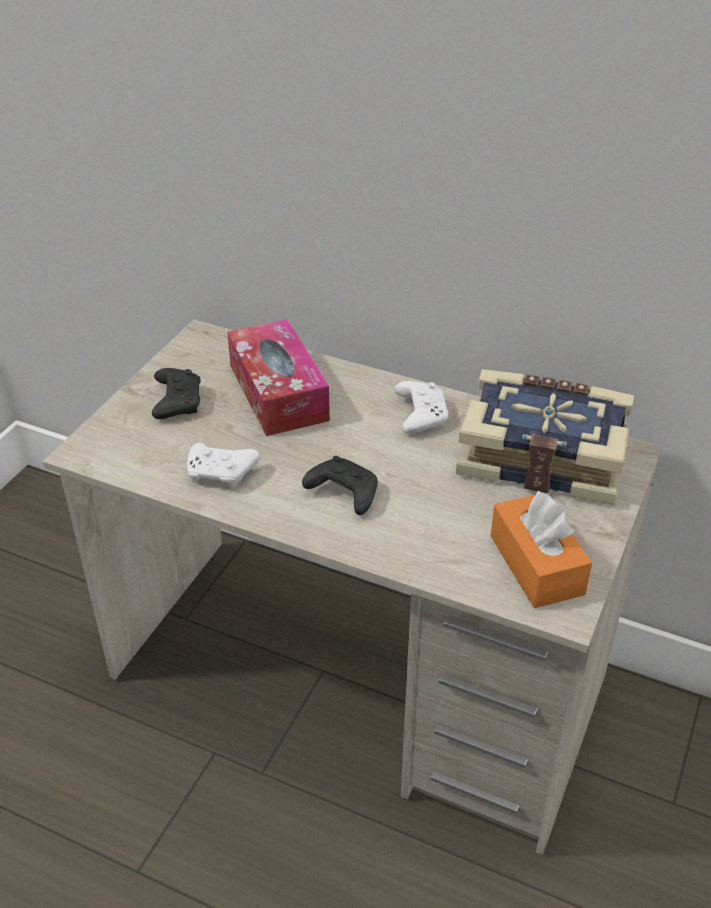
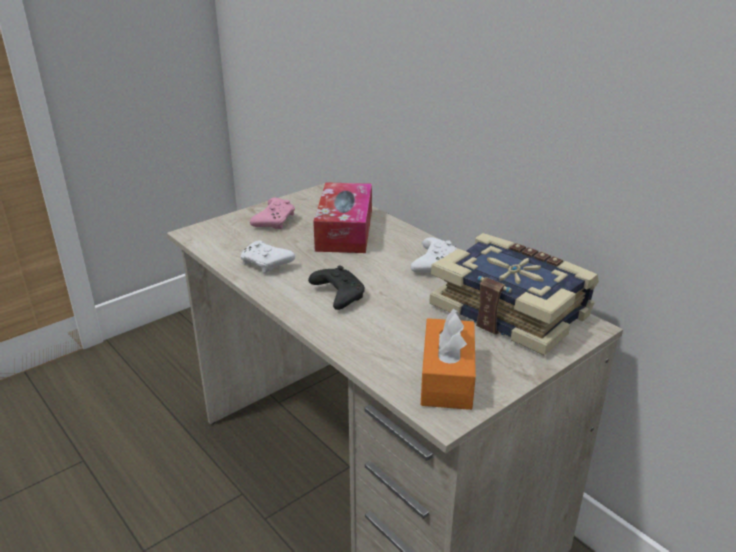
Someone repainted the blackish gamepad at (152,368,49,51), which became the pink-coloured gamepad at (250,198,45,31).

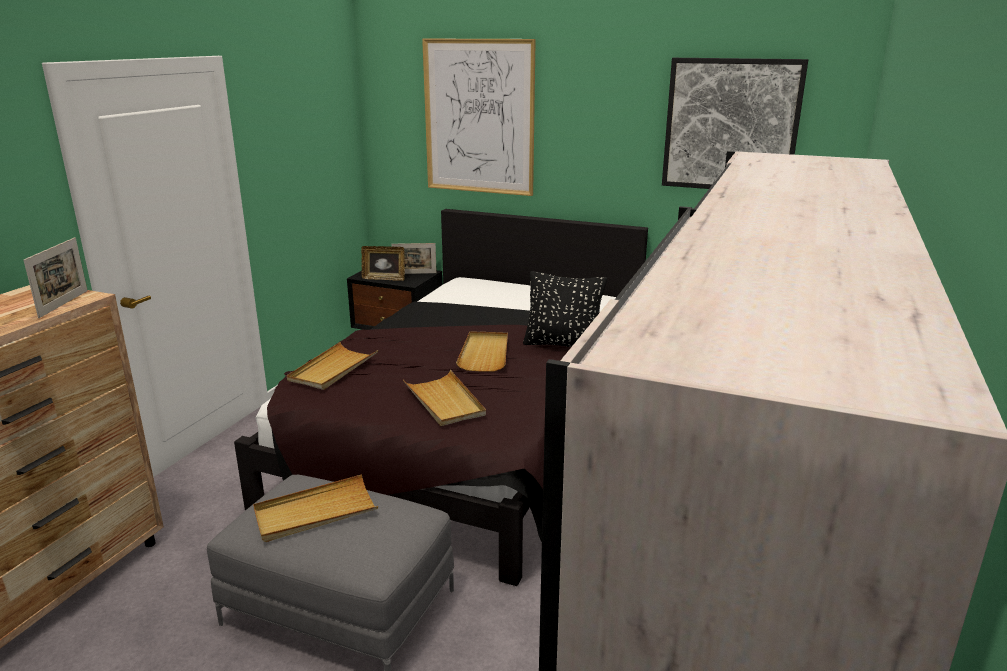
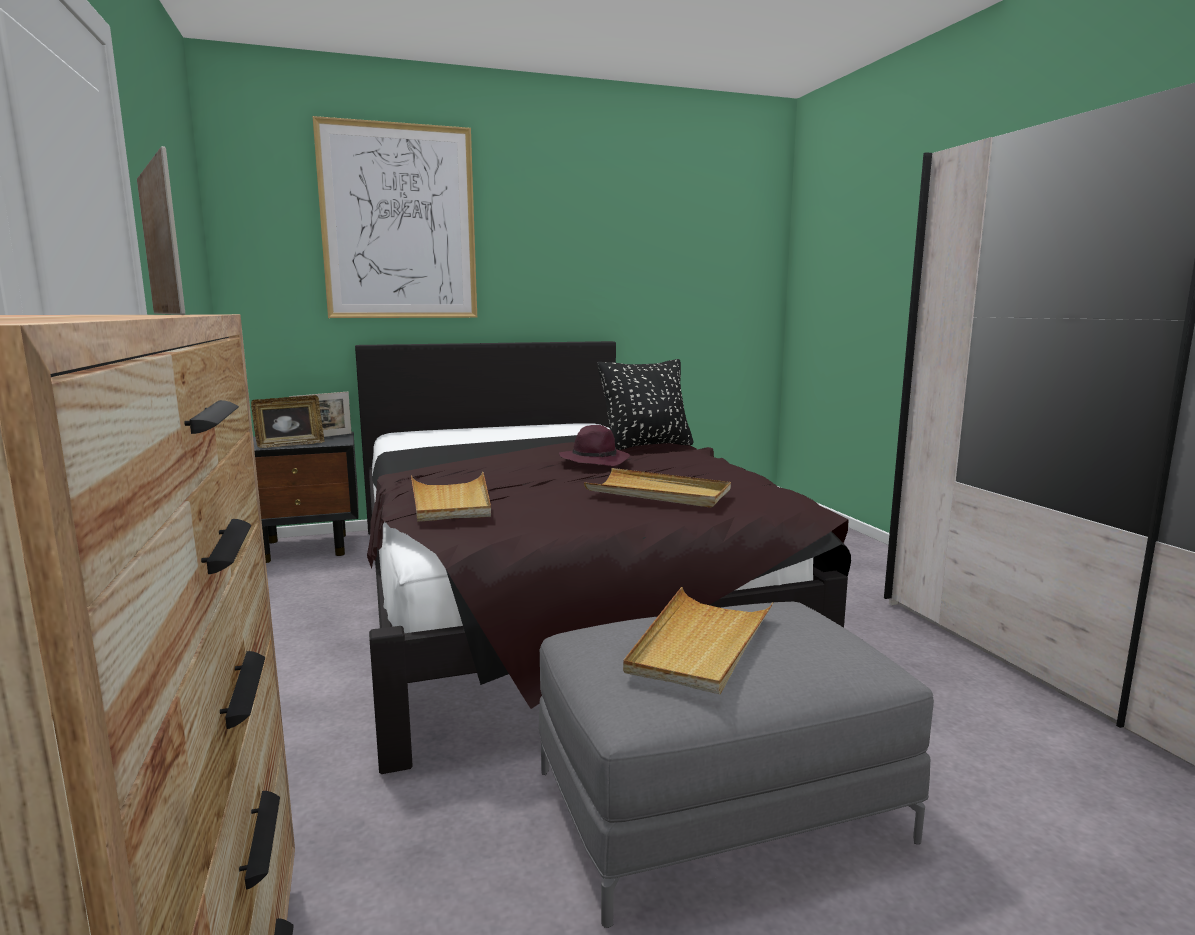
Someone swapped the beige-coloured serving tray at (456,332,52,40) for the purplish wearable hat at (559,425,71,42).
Someone took away the picture at (662,58,146,131).

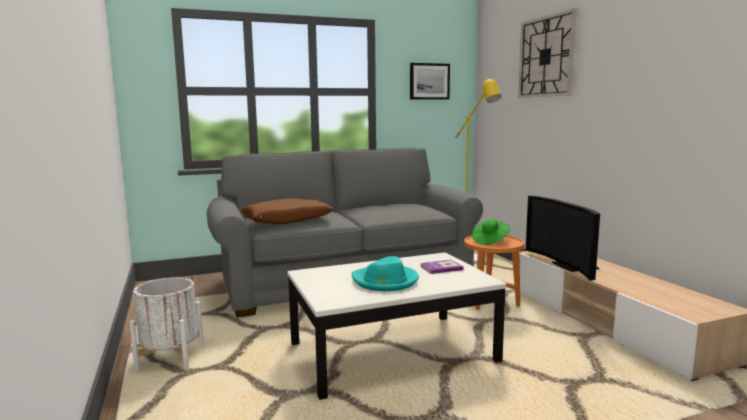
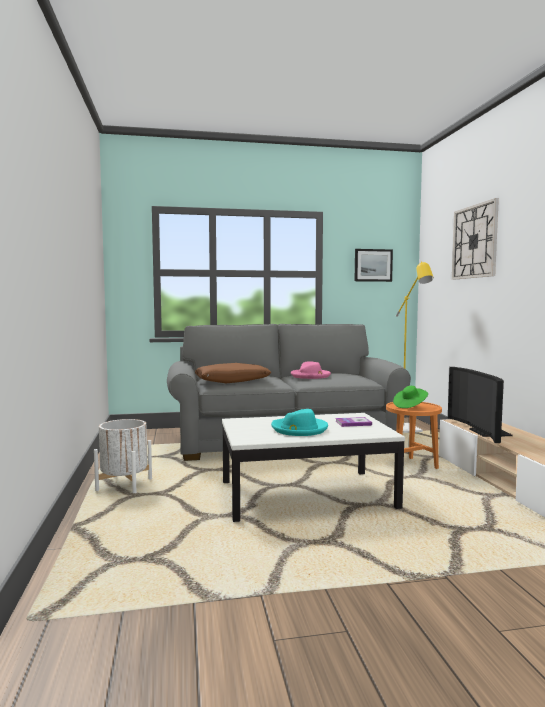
Someone put down the pink-coloured wearable hat at (291,361,40,18).

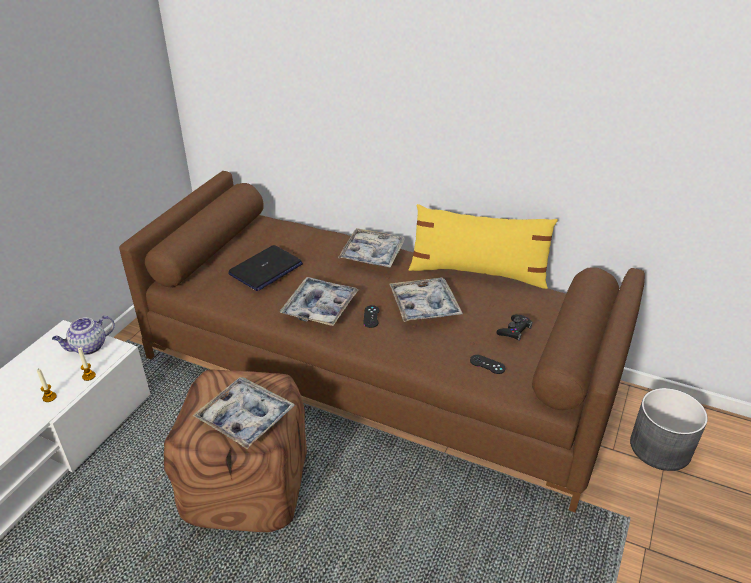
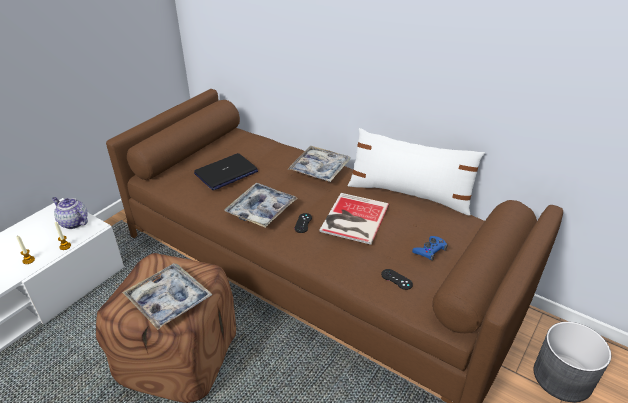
Someone rotated the pot for tea at (52,316,63,39) by 60 degrees clockwise.
Someone swapped the serving tray at (389,278,74,44) for the volume at (319,193,70,52).
Someone repainted the yellow-coloured pillow at (409,204,149,85), which became the white pillow at (348,128,137,88).
Someone repainted the blackish gamepad at (496,315,37,26), which became the bluish gamepad at (412,236,36,25).

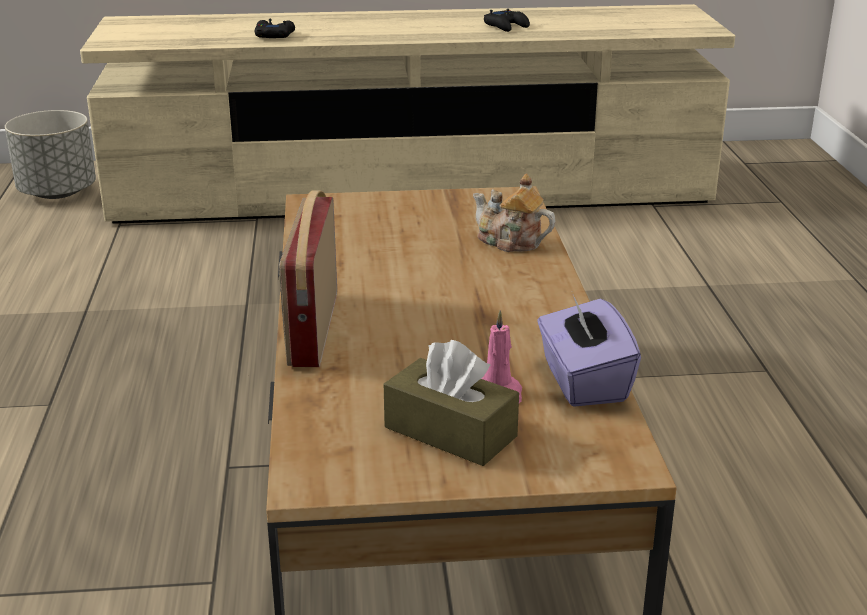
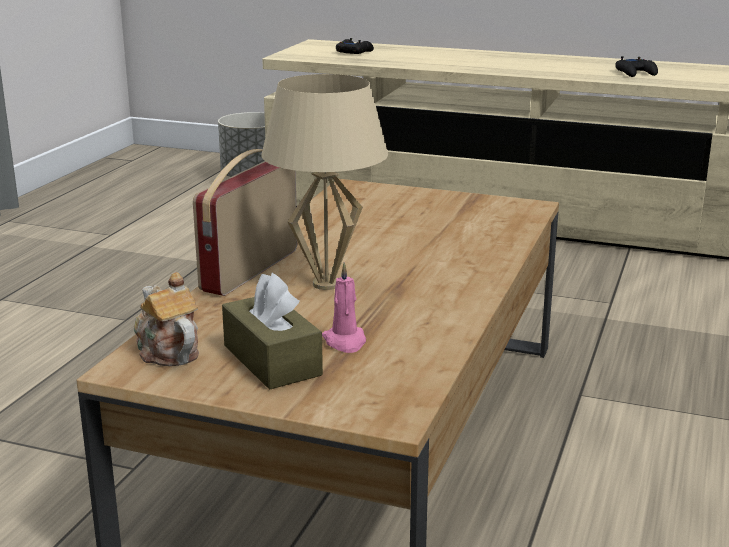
Someone carried the pot for tea from (473,174,83,78) to (134,272,65,94).
Someone put down the beige-coloured tabletop lamp at (261,74,127,216).
Someone carried the blackish gamepad from (255,19,40,19) to (336,38,38,16).
Someone took away the purplish tissue holder at (537,295,104,112).

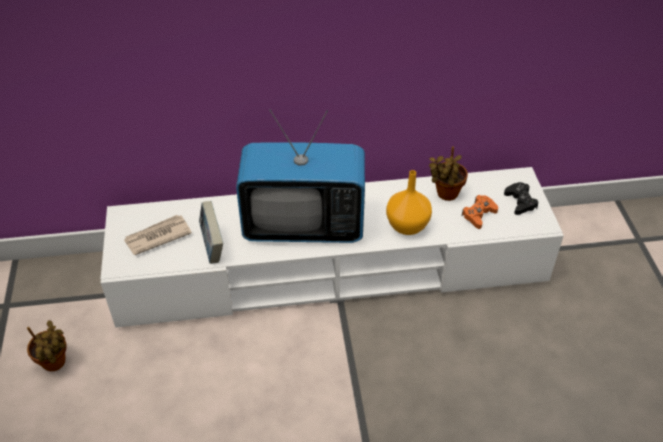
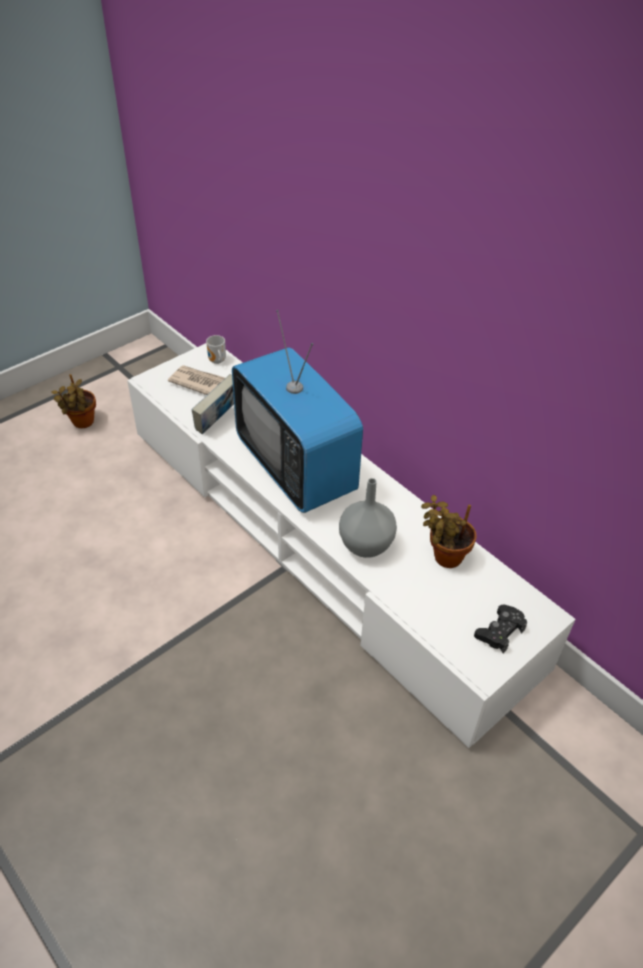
Someone put down the tea mug at (206,335,20,29).
Someone repainted the orange-coloured vase at (386,170,46,65), which became the grey vase at (339,478,58,80).
Someone took away the orange-coloured gamepad at (462,195,36,34).

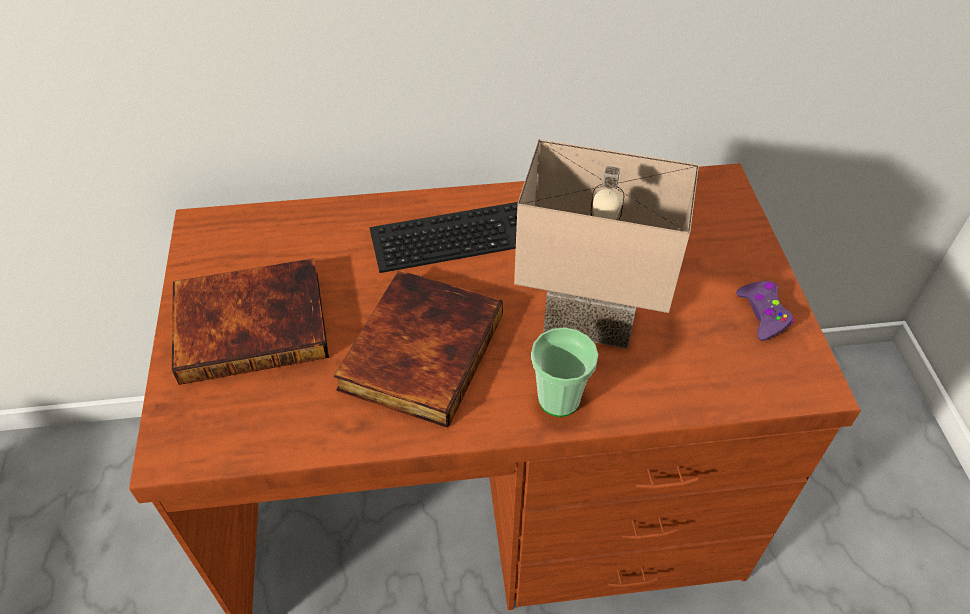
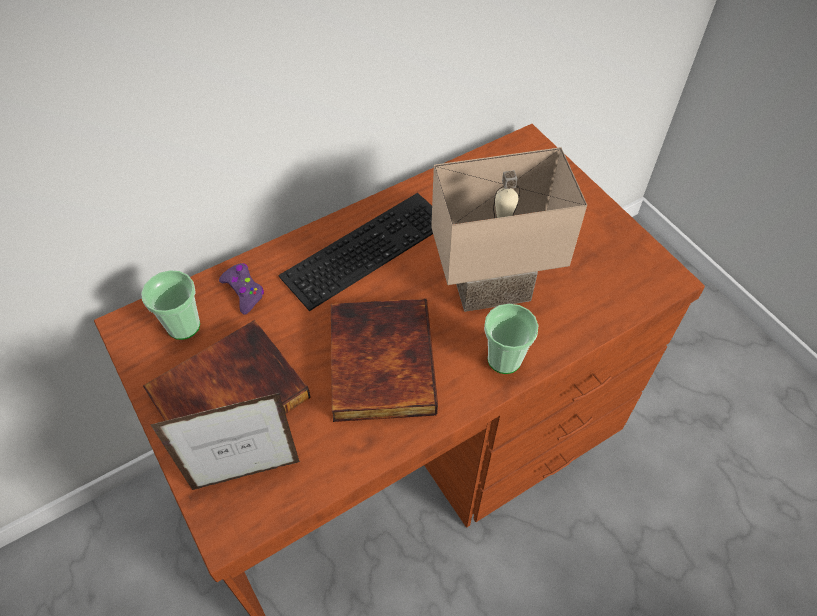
Someone put down the drinking cup at (141,270,59,70).
Someone put down the photo frame at (150,393,151,97).
Someone carried the purplish gamepad from (736,281,58,60) to (219,263,45,52).

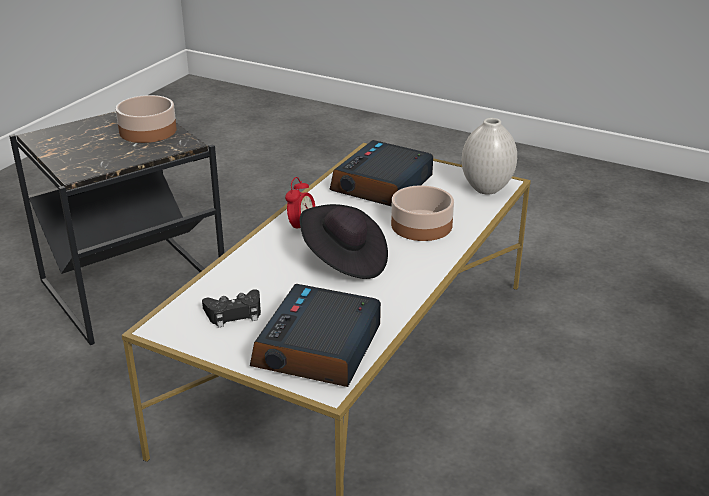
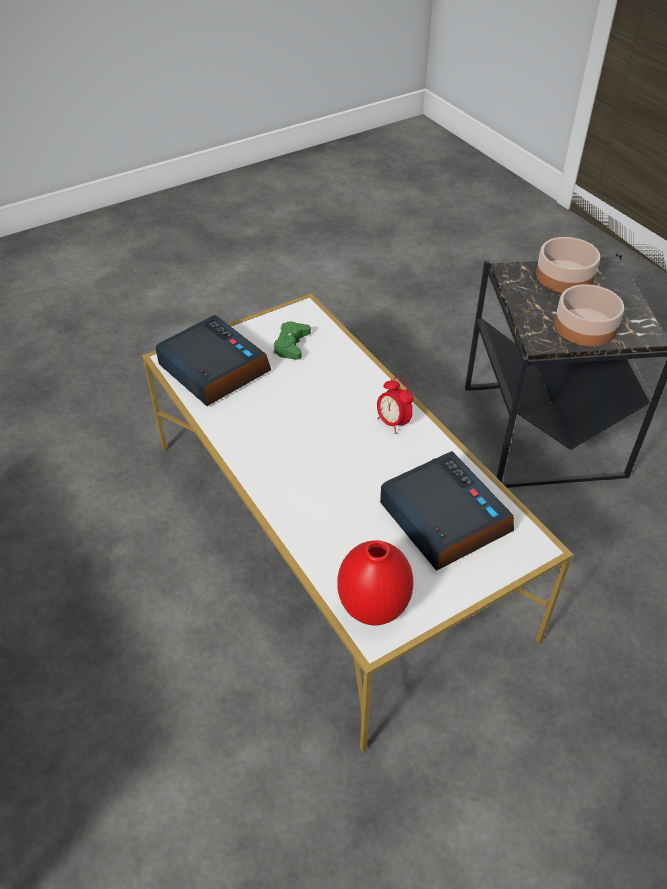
Someone repainted the blackish gamepad at (202,289,59,39), which became the green-coloured gamepad at (274,321,37,39).
Someone repainted the white vase at (462,118,55,76), which became the red-coloured vase at (337,540,77,85).
Someone carried the serving bowl from (391,185,63,56) to (536,237,64,56).
Someone took away the blackish wearable hat at (300,204,88,75).

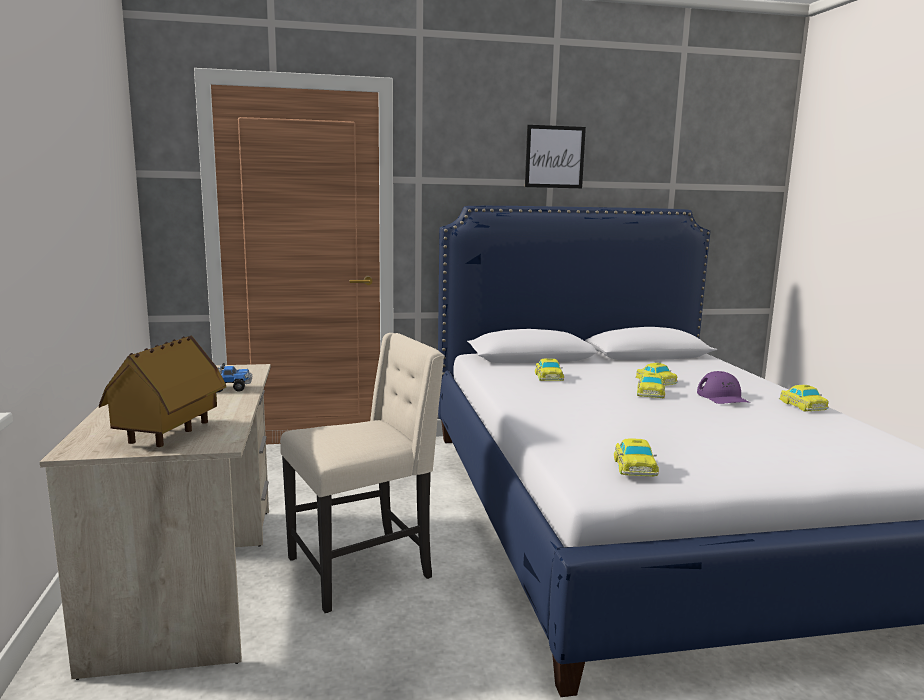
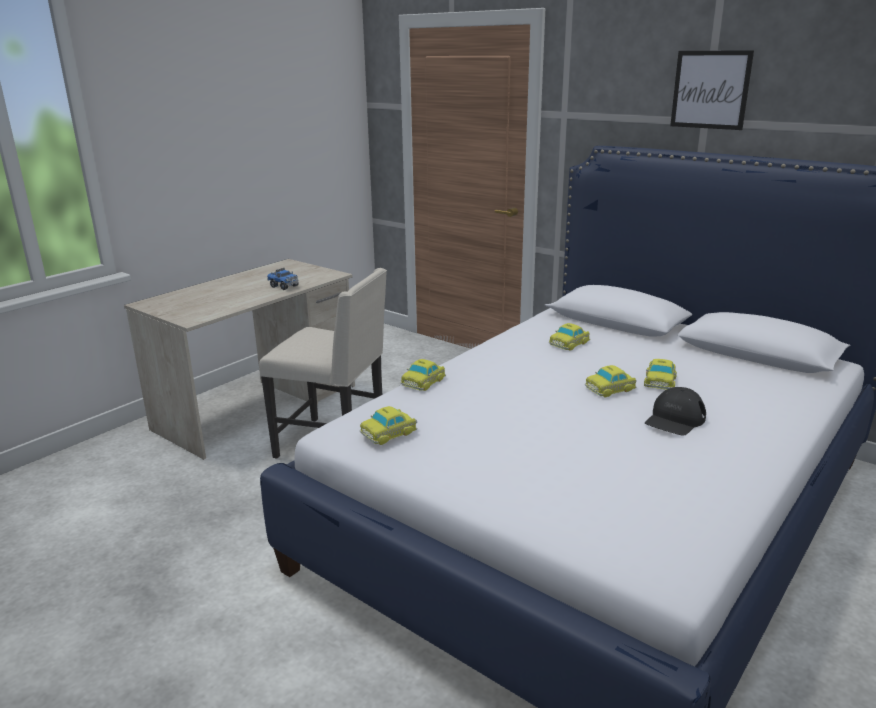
Someone carried the miniature car from (779,385,50,26) to (401,359,45,32).
Someone repainted the purplish peaked cap at (697,371,54,33), which became the blackish peaked cap at (645,387,61,49).
Someone took away the toy house at (99,335,127,112).

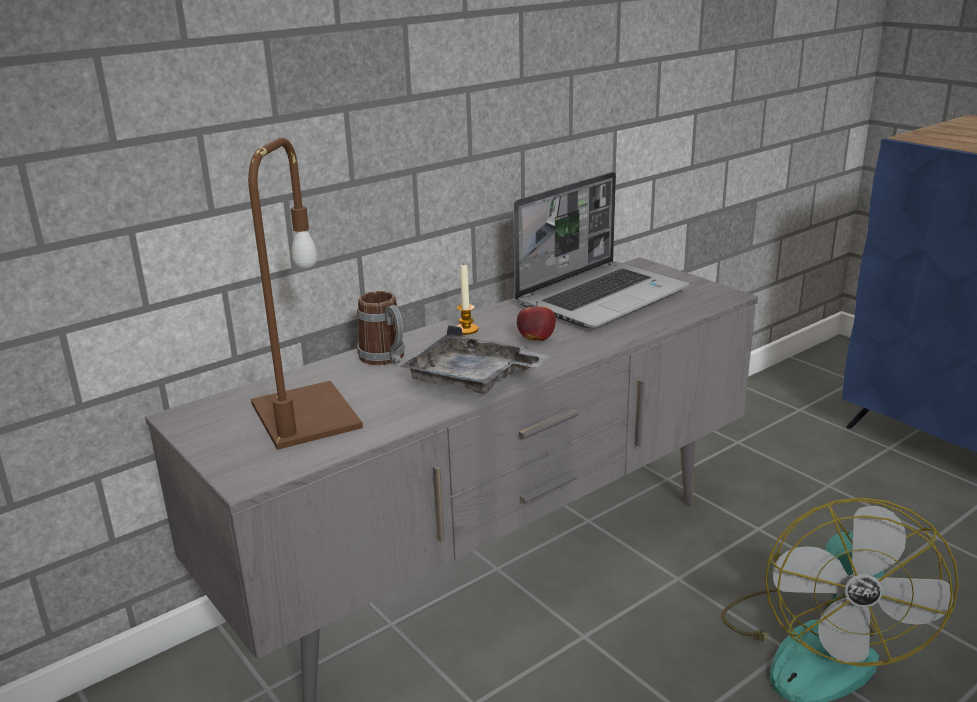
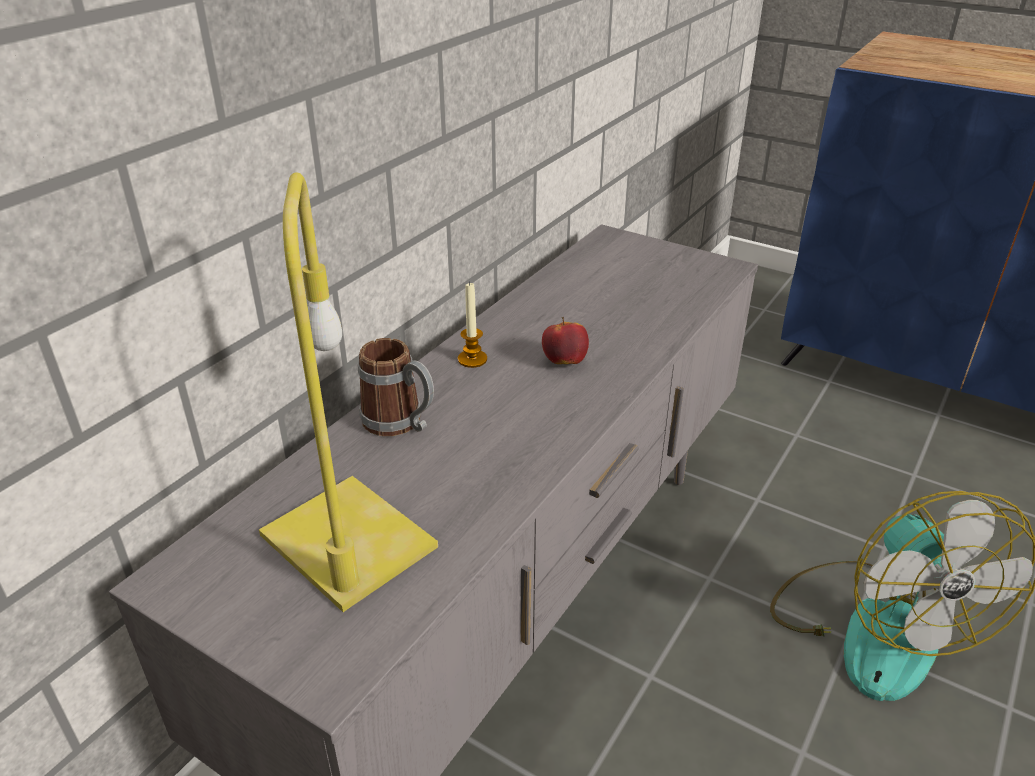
Someone repainted the brown tabletop lamp at (248,138,115,312), which became the yellow-coloured tabletop lamp at (259,173,179,439).
Someone took away the grey serving tray at (400,325,149,69).
Someone took away the notebook computer at (513,172,176,156).

